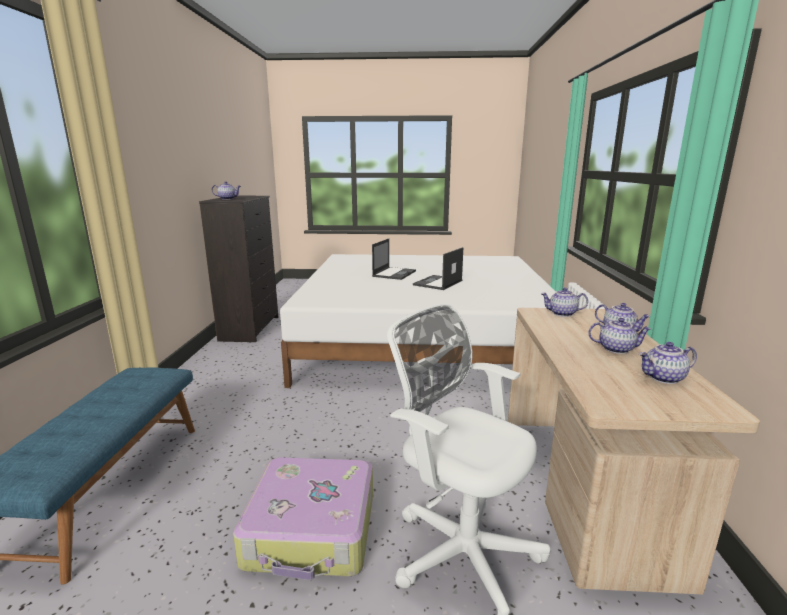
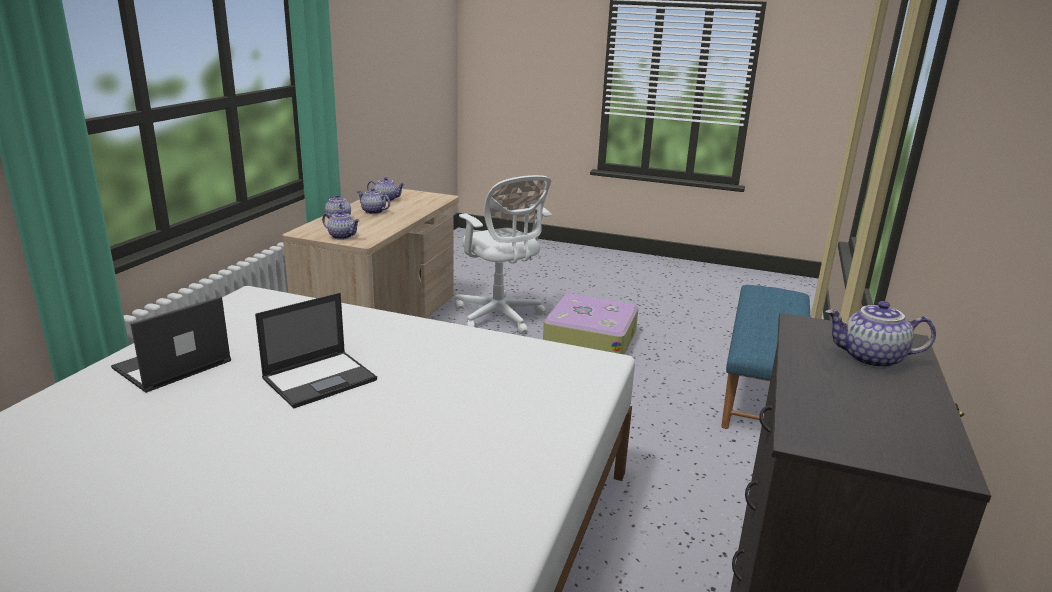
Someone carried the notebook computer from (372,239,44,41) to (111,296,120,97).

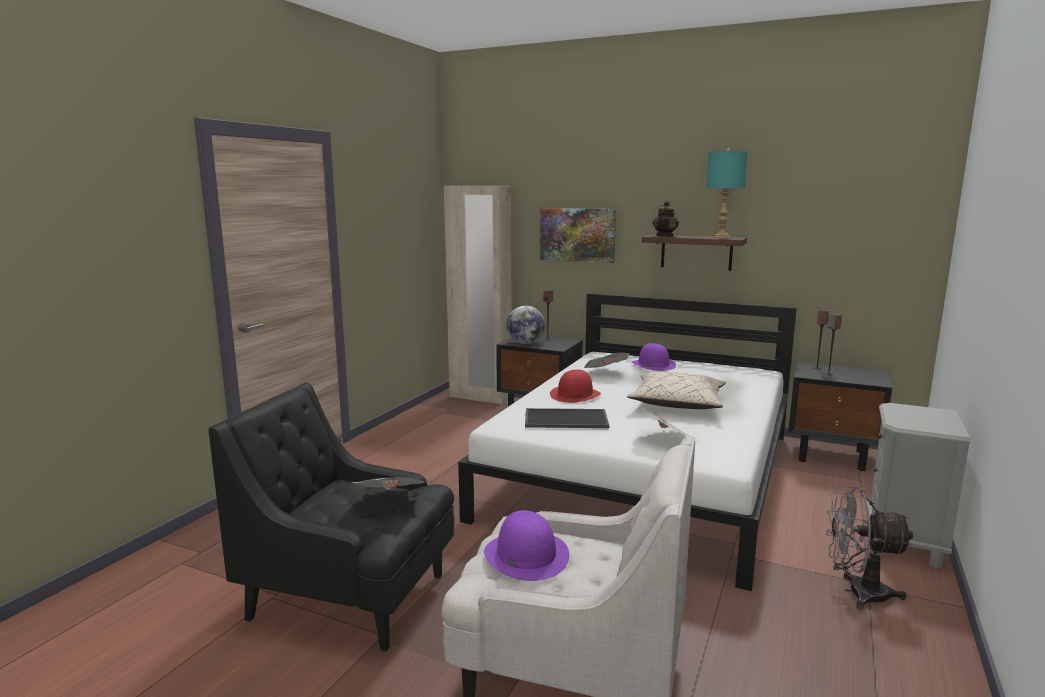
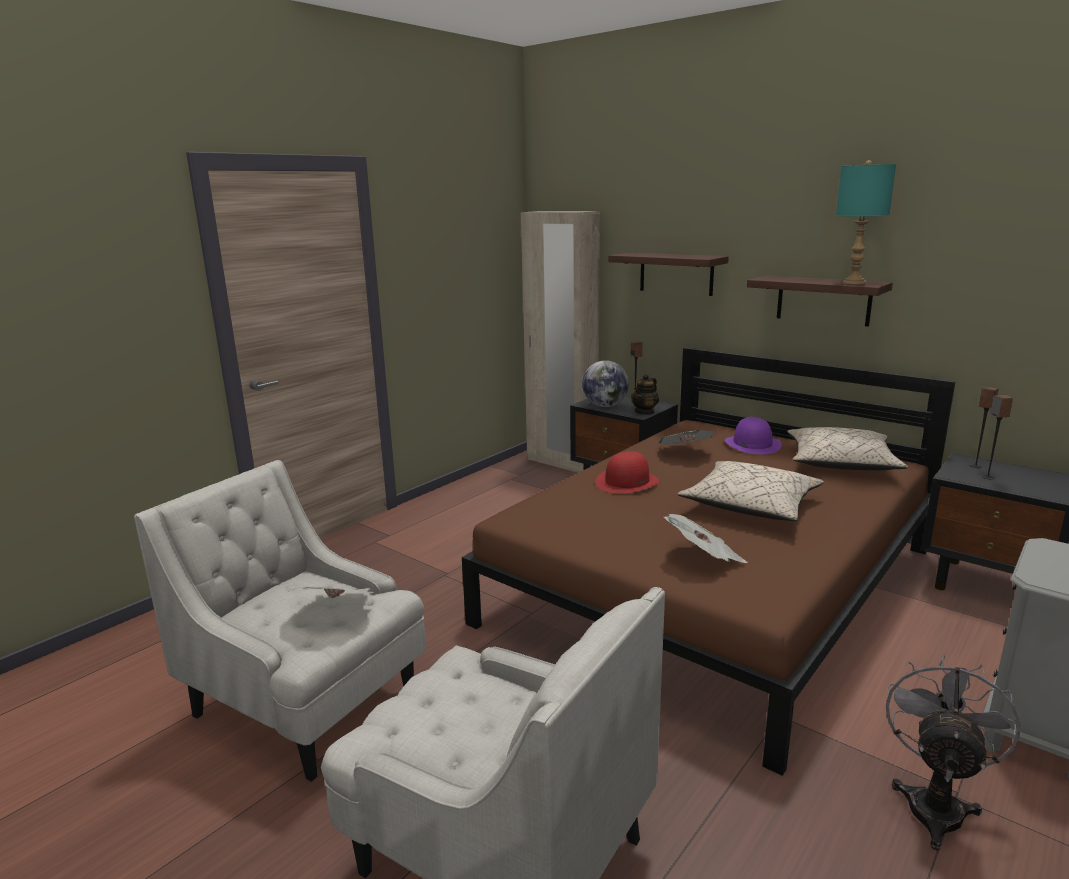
Someone repainted the blackish lounge chair at (208,383,247,268), which became the white lounge chair at (134,460,292,322).
Someone repainted the white sleeping bed at (458,293,339,298), which became the brown sleeping bed at (462,348,494,428).
Someone swapped the picture at (540,208,76,55) for the bracket shelf at (608,252,121,44).
Someone carried the pot for tea from (653,201,26,36) to (631,374,28,41).
Someone put down the beige-coloured pillow at (787,427,121,43).
Someone rotated the grey electric fan at (826,486,87,124) by 90 degrees clockwise.
Someone took away the purplish wearable hat at (484,510,85,71).
Someone took away the serving tray at (525,408,84,20).

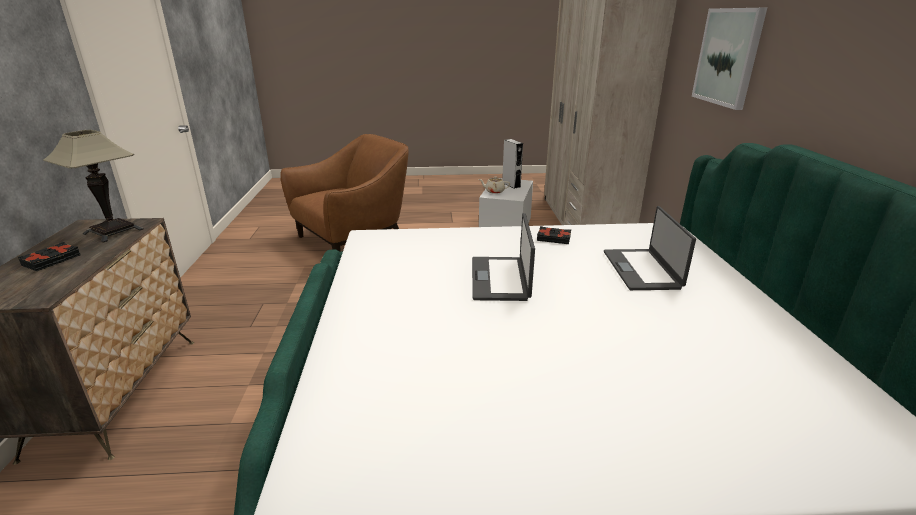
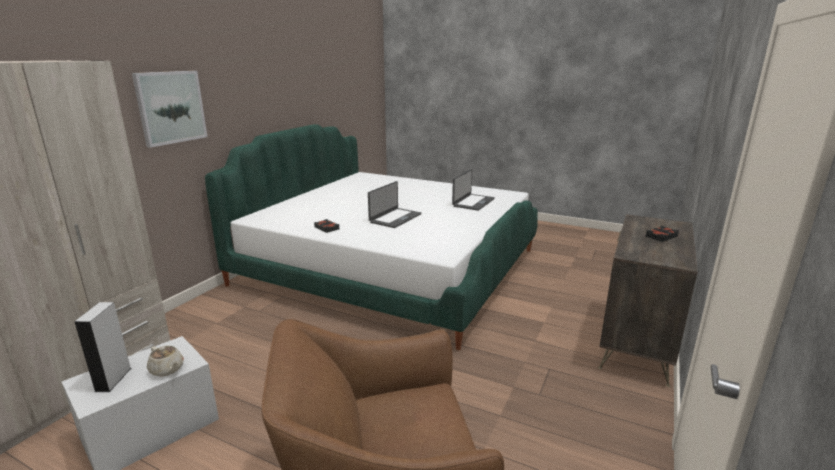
Someone carried the notebook computer from (604,206,92,84) to (452,169,43,42).
Someone took away the tabletop lamp at (43,130,101,113).

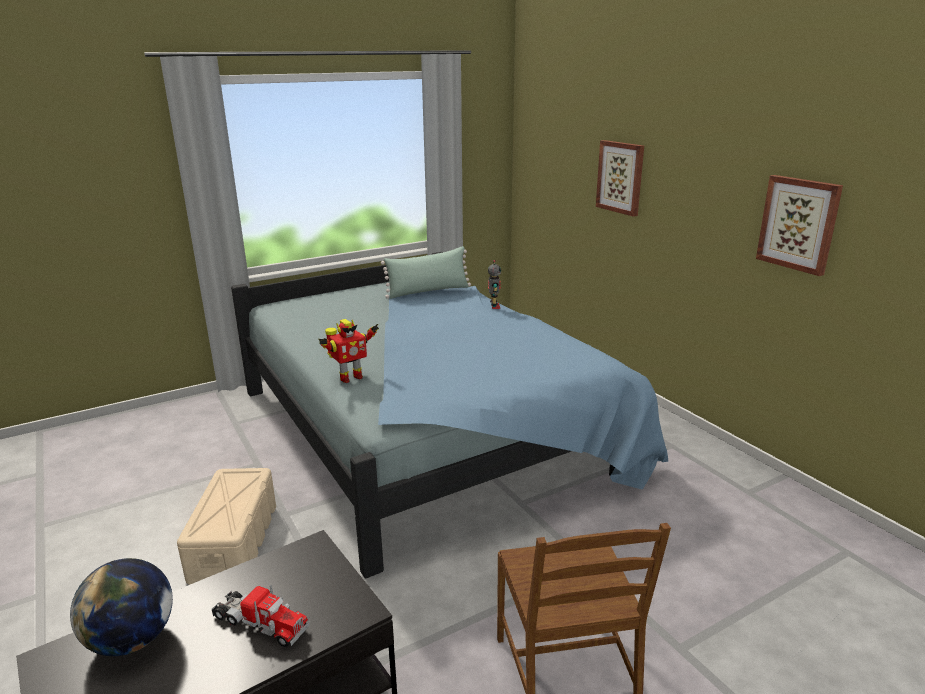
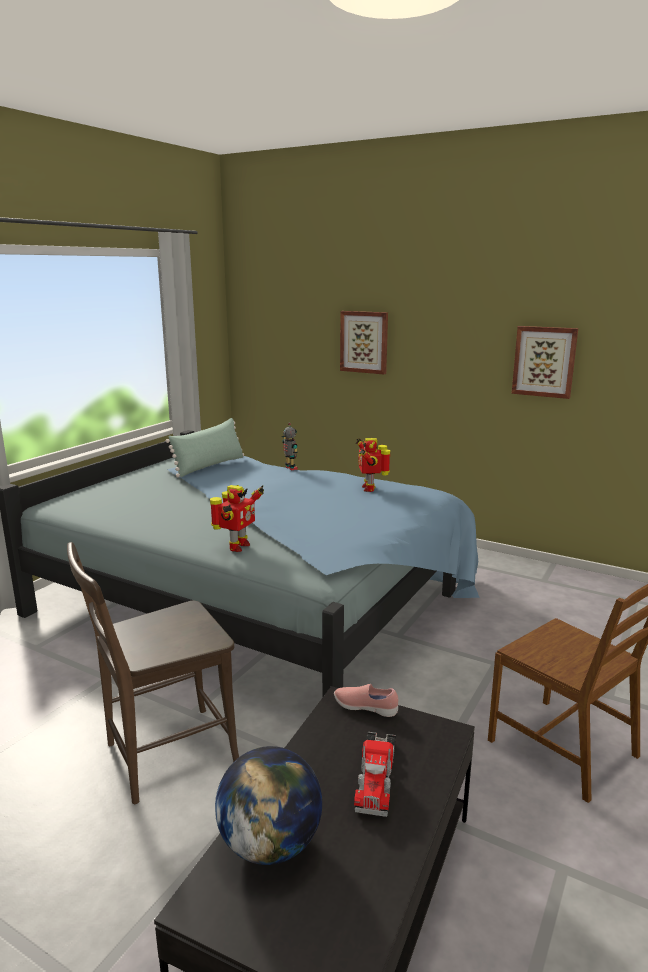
Someone swapped the beige-coloured storage container at (177,468,99,117) for the brown upright chair at (67,542,172,262).
Someone put down the pink-coloured item of footwear at (334,684,64,33).
Someone rotated the toy lorry at (211,585,98,62) by 105 degrees clockwise.
Someone put down the toy robot at (356,438,34,54).

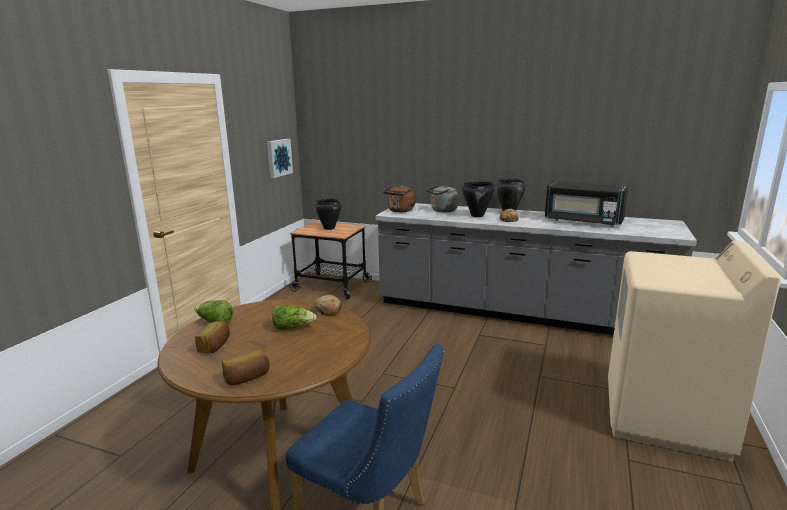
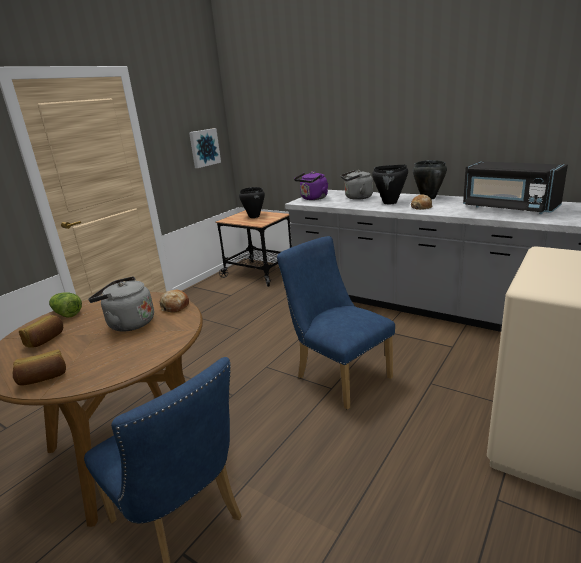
Someone swapped the lettuce at (272,305,45,25) for the grey kettle at (88,276,66,56).
Someone put down the bluish upright chair at (277,236,118,174).
Someone repainted the brown kettle at (383,185,34,27), which became the purplish kettle at (294,171,34,29).

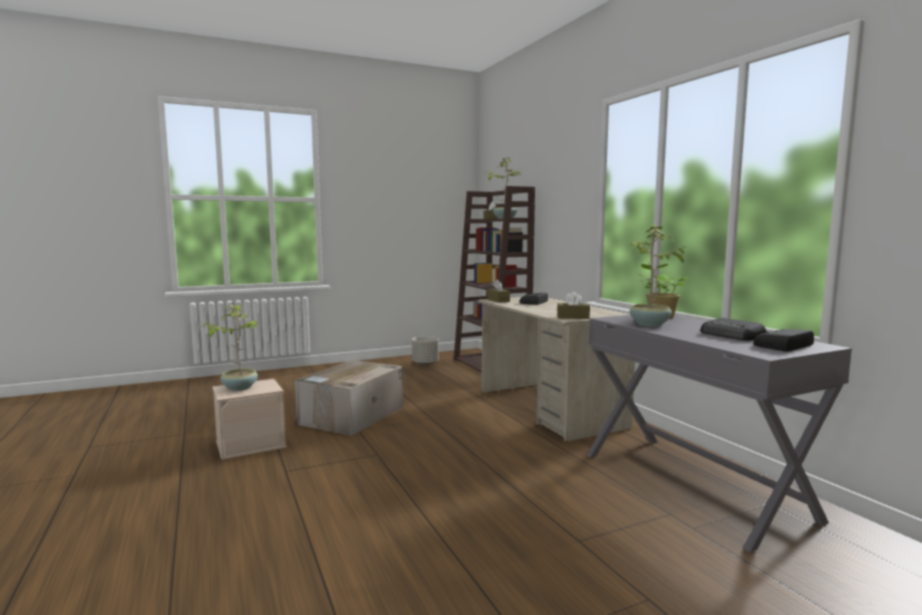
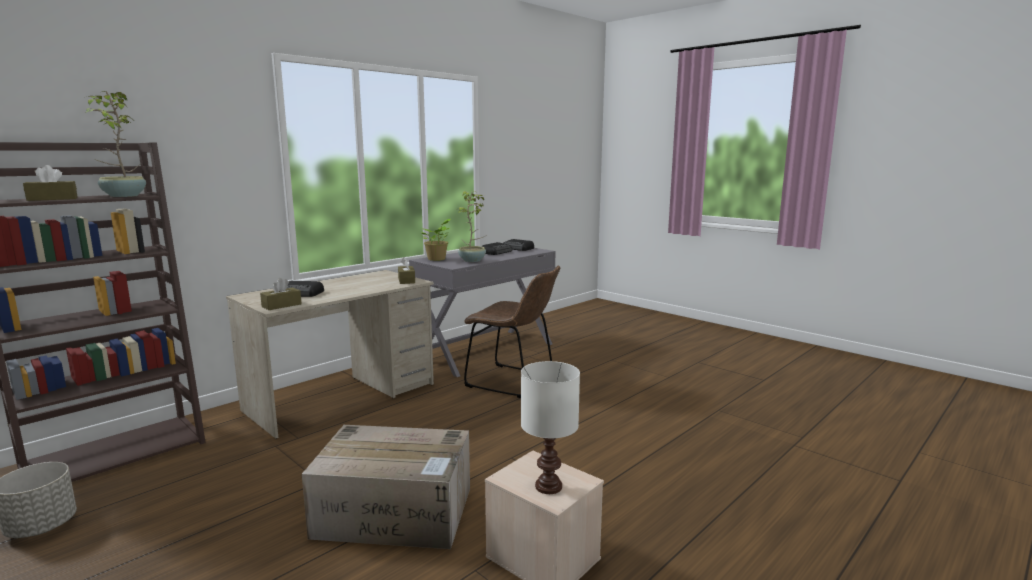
Someone put down the brown upright chair at (464,266,96,132).
Someone swapped the houseplant at (202,303,57,88) for the white tabletop lamp at (521,361,59,133).

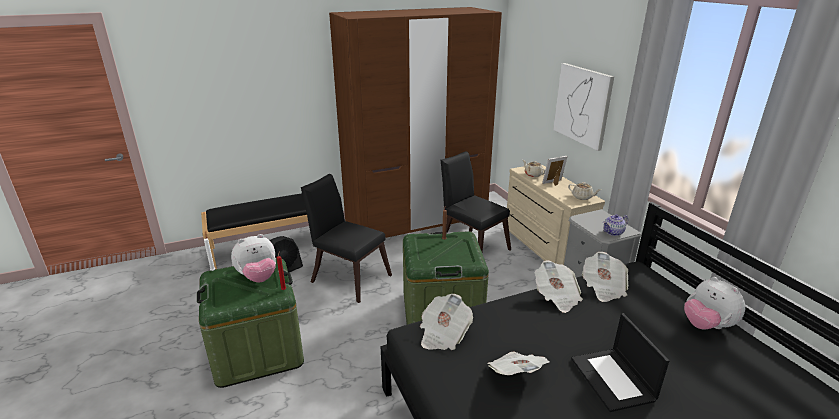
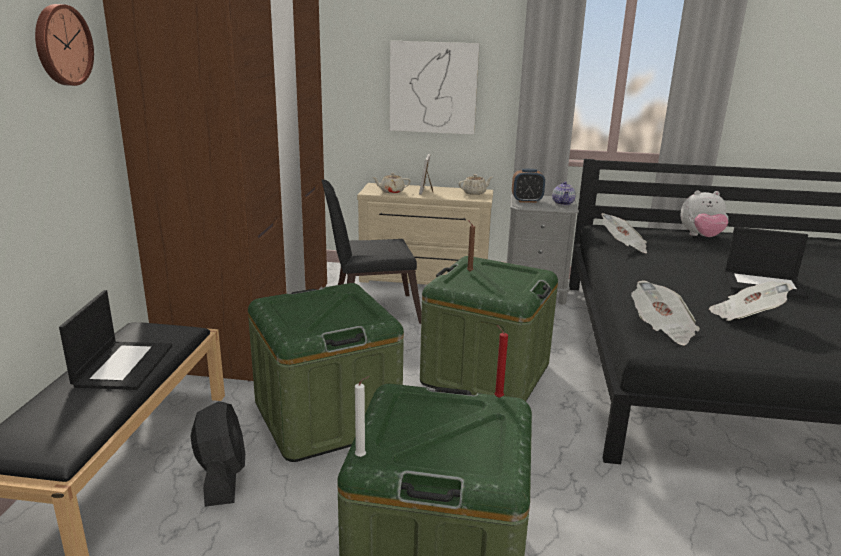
Someone put up the hanging clock at (35,4,59,82).
Someone put down the notebook computer at (59,290,113,100).
Someone swapped the blackish upright chair at (301,174,91,129) for the green-coloured storage container at (248,283,156,179).
Someone put down the bedside clock at (512,169,33,34).
Someone took away the soft toy at (231,234,45,49).
Someone took away the daily paper at (535,260,48,53).

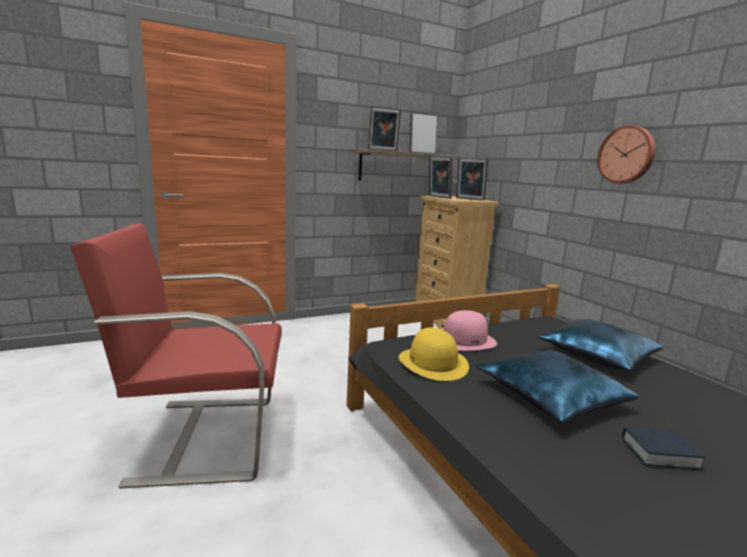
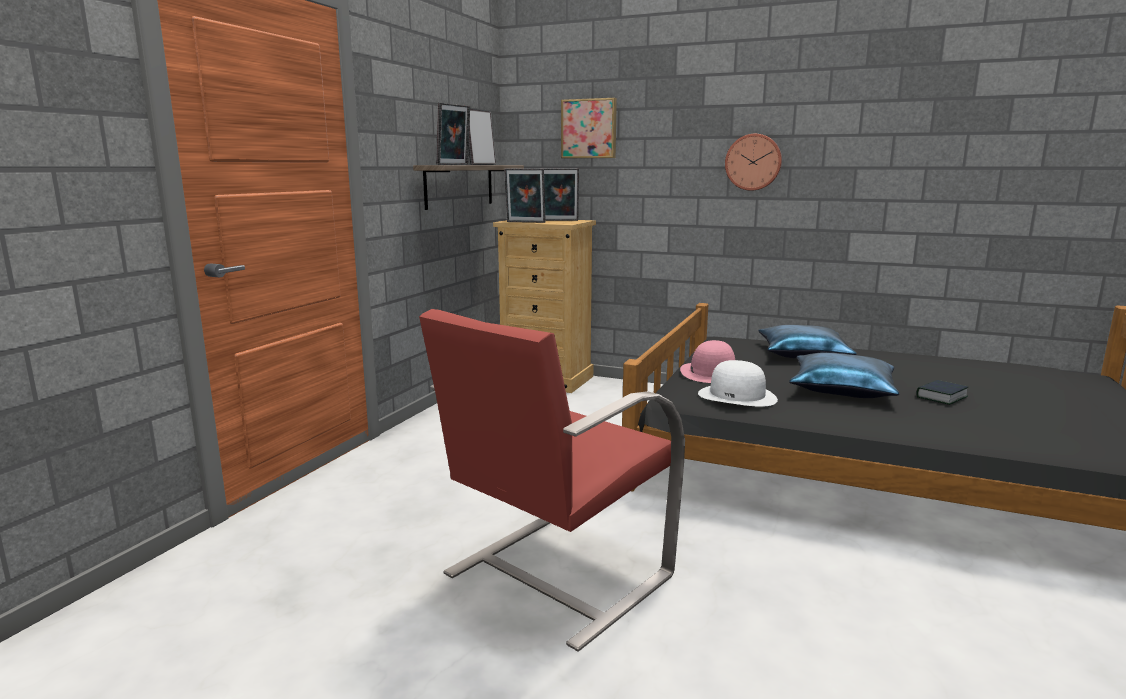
Someone put up the picture at (561,98,56,60).
Someone repainted the yellow-coloured wearable hat at (399,327,70,54), which became the white wearable hat at (698,360,80,47).

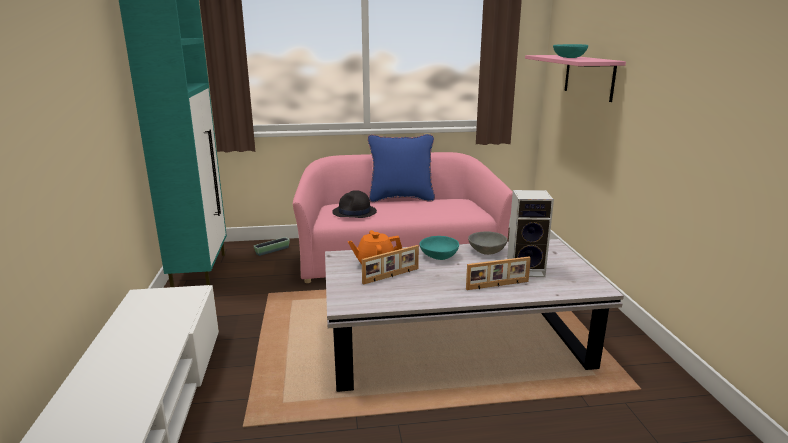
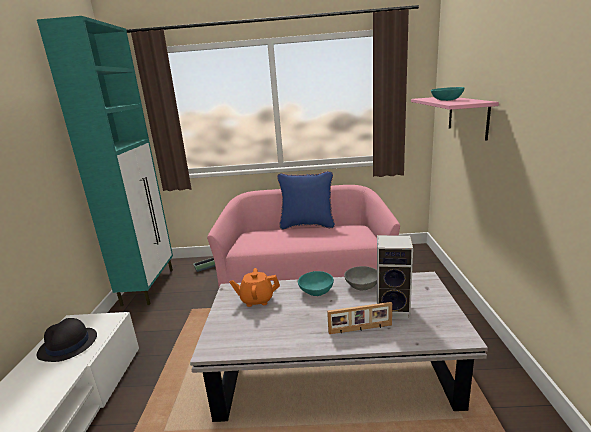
Someone carried the blackish wearable hat from (332,190,45,28) to (37,318,60,44).
Someone took away the photo frame at (362,245,57,40).

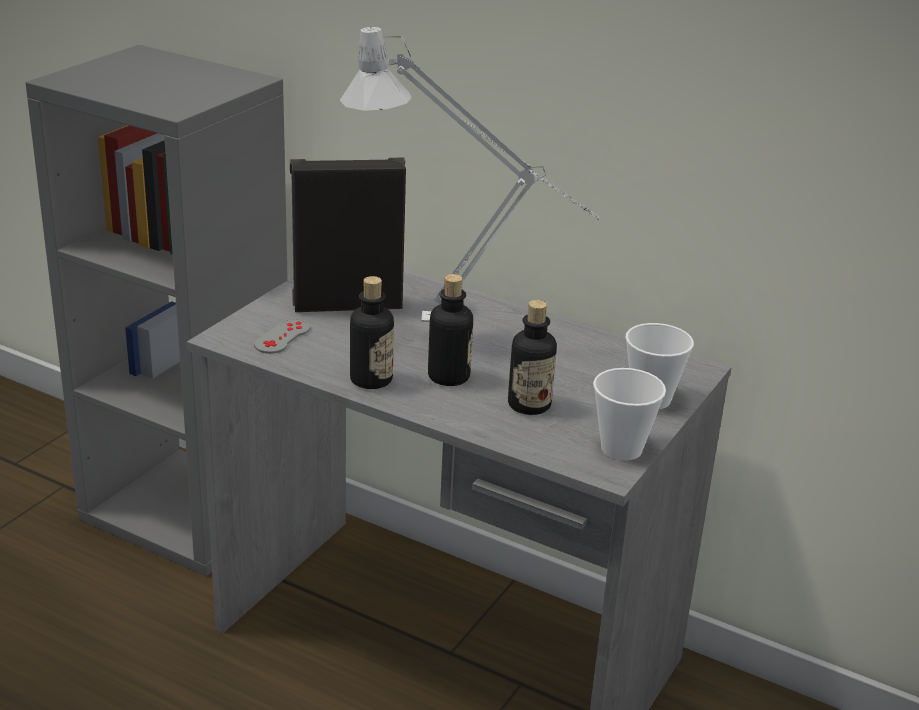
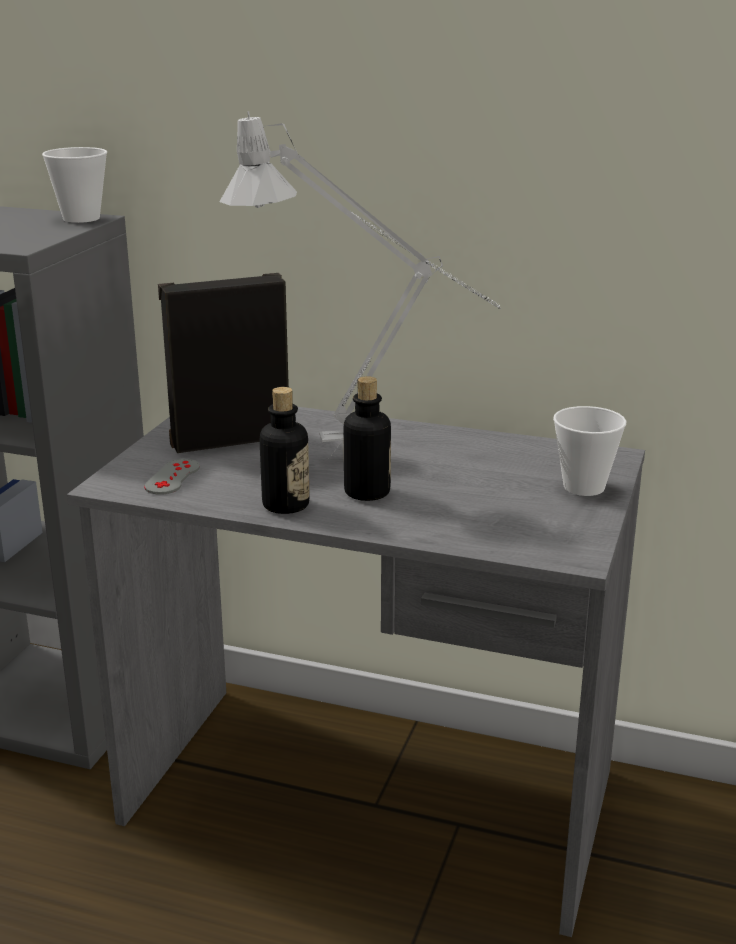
Someone carried the drinking cup from (593,368,73,93) to (42,147,65,76).
Someone took away the beverage bottle at (508,300,49,115).

